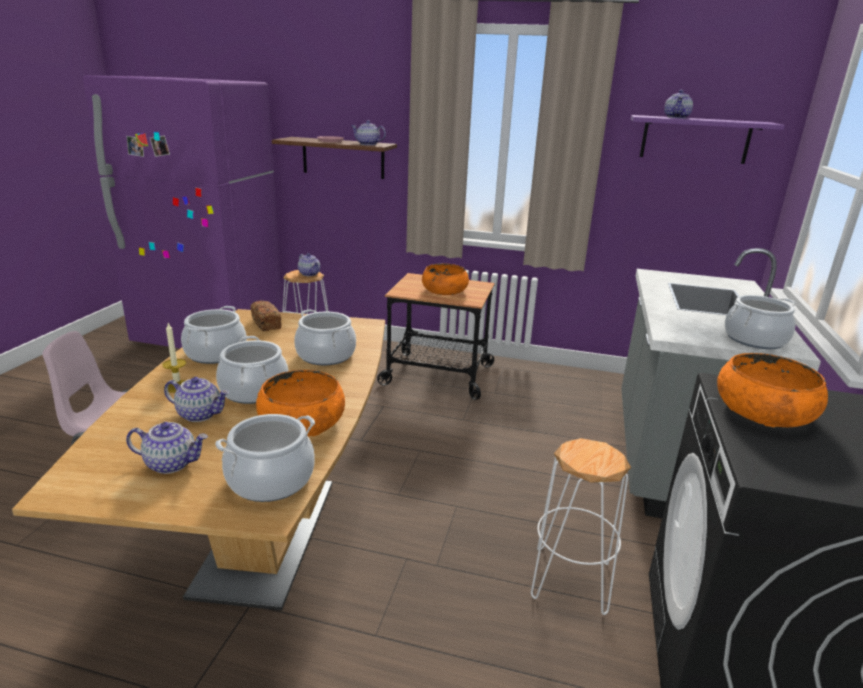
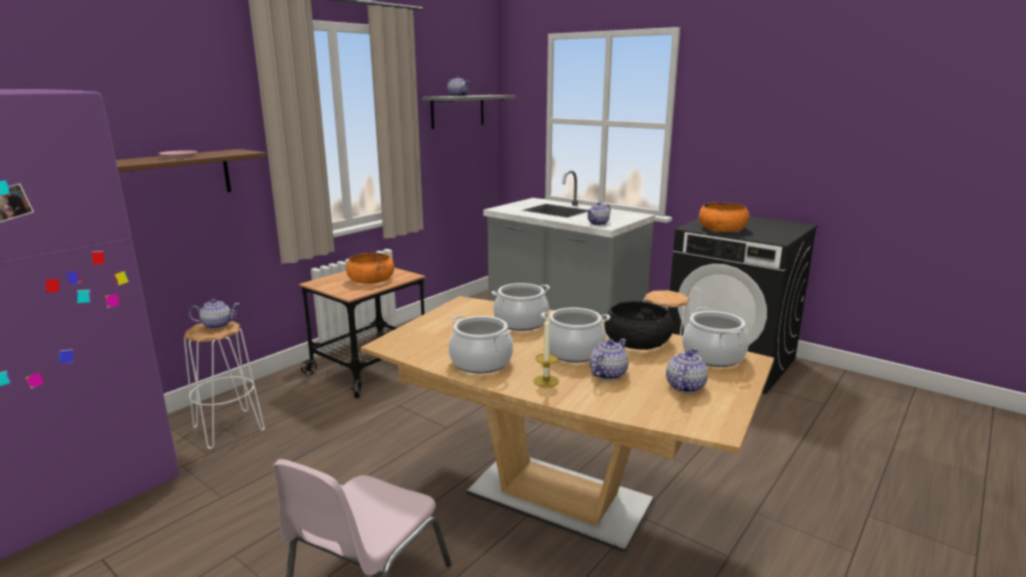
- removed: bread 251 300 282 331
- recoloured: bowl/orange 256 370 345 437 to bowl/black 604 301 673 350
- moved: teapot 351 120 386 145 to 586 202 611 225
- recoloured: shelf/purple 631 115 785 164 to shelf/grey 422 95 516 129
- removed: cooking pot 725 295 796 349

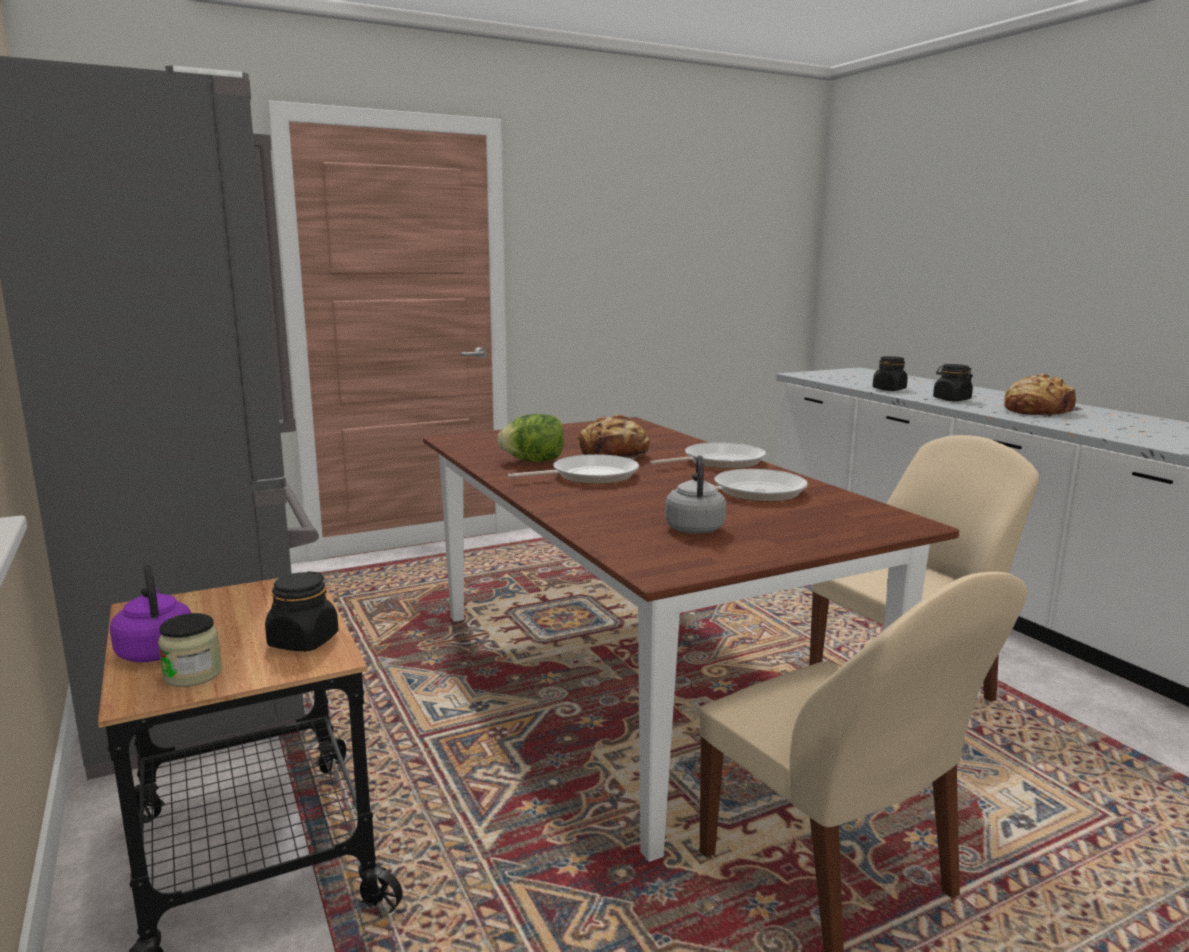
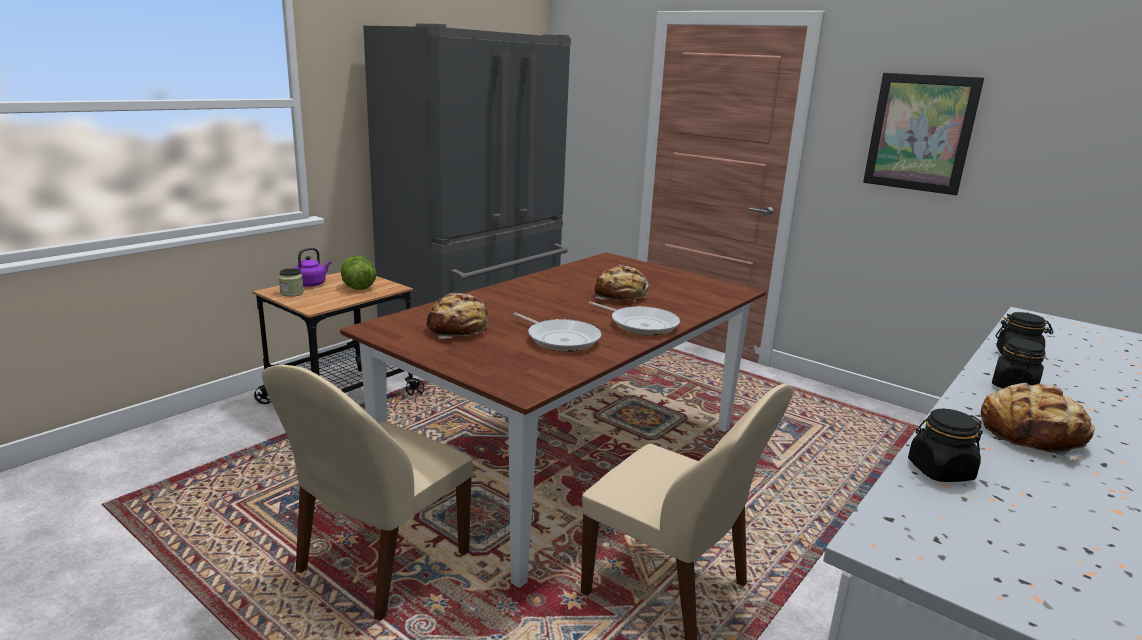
- moved: jar/black 265 571 339 651 to 908 409 983 482
- moved: lettuce 497 414 564 462 to 341 256 377 290
- removed: frying pan 508 454 639 484
- replaced: kettle/grey 665 455 726 534 to bread 427 292 488 339
- added: picture 863 73 984 195

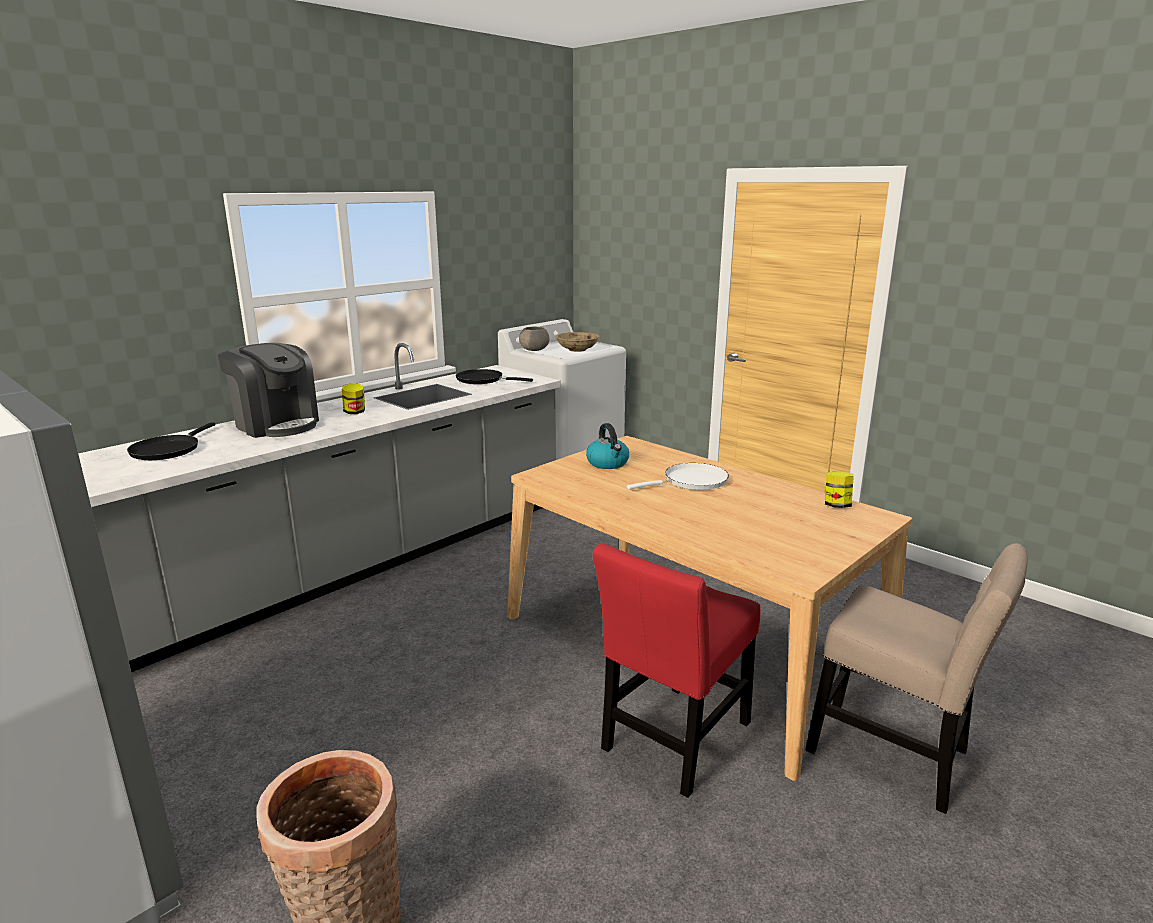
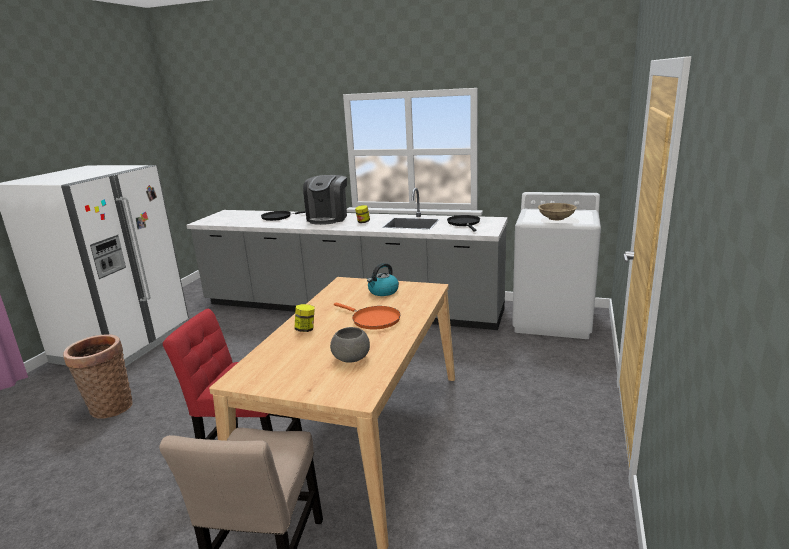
- moved: bowl/grey 519 327 549 351 to 330 327 370 362
- recoloured: frying pan/white 627 463 729 490 to frying pan/orange 334 303 401 330
- moved: jar 825 472 854 508 to 294 304 315 332

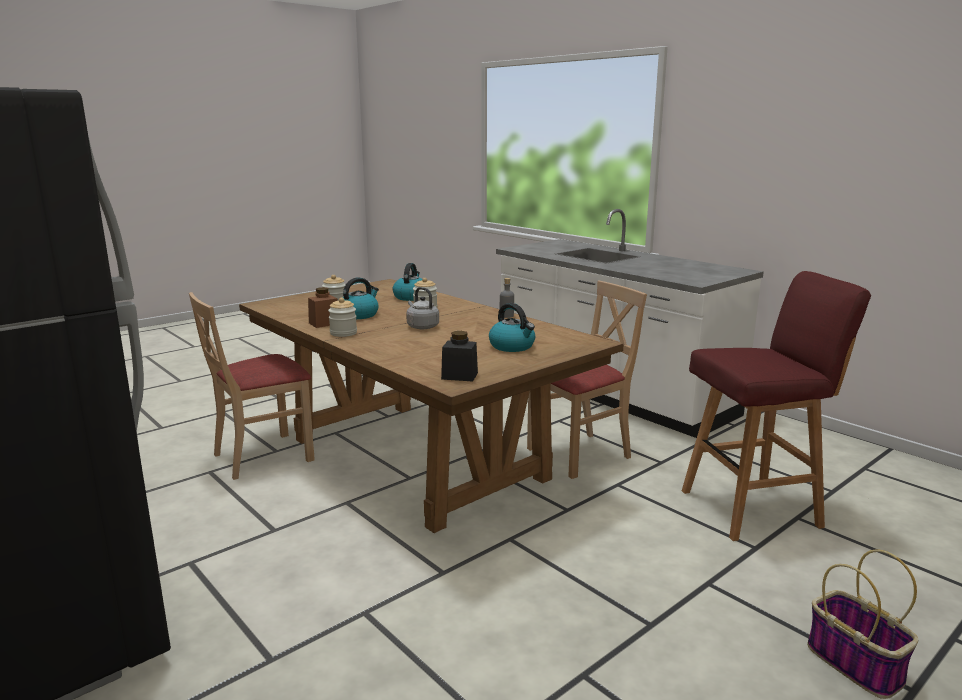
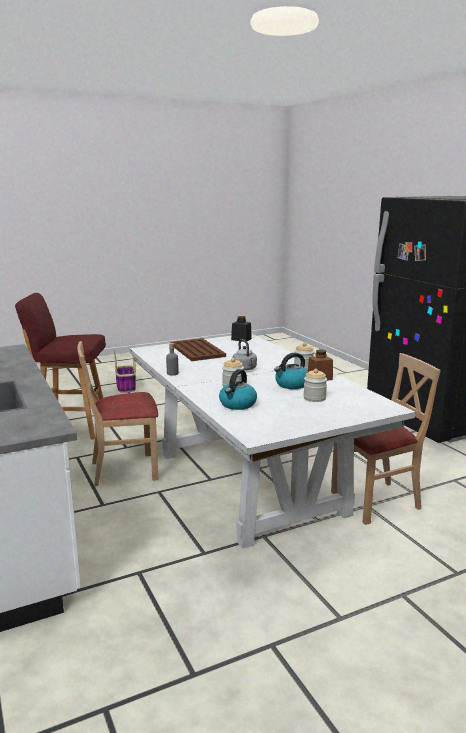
- recoloured: dining table/brown 239 279 624 533 to dining table/white 129 333 415 549
- replaced: kettle 489 303 535 352 to tray/brown 171 338 226 361

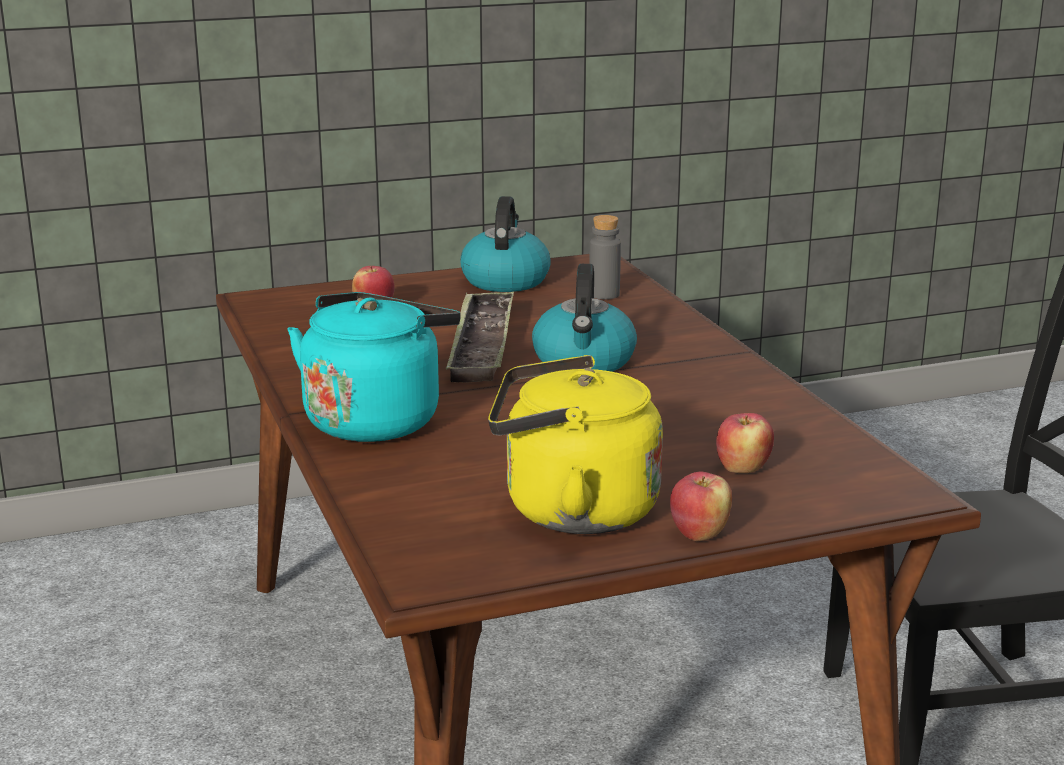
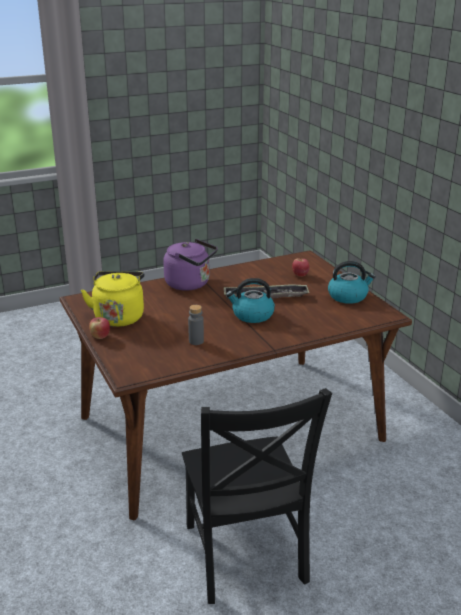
- recoloured: kettle/turquoise 287 292 461 442 to kettle/purple 163 239 218 290
- moved: bottle/grey 589 215 621 299 to 188 305 204 345
- removed: apple 716 413 774 473

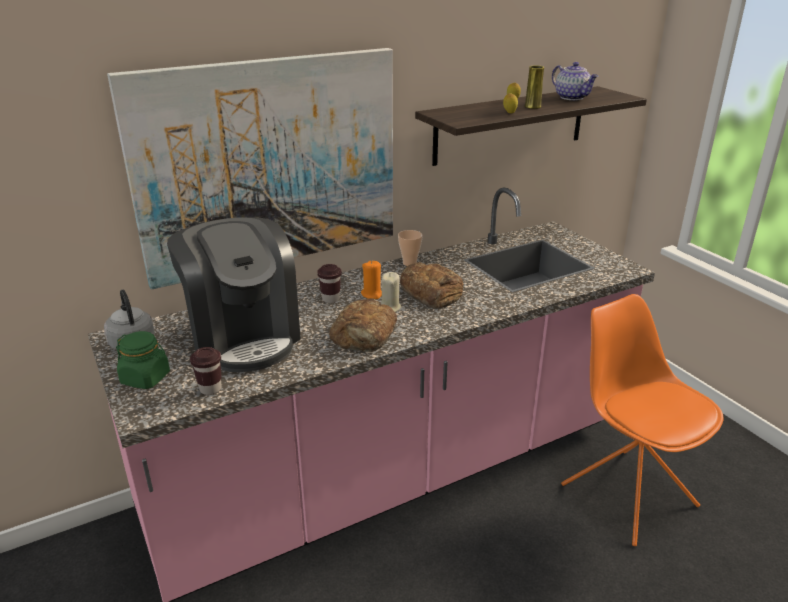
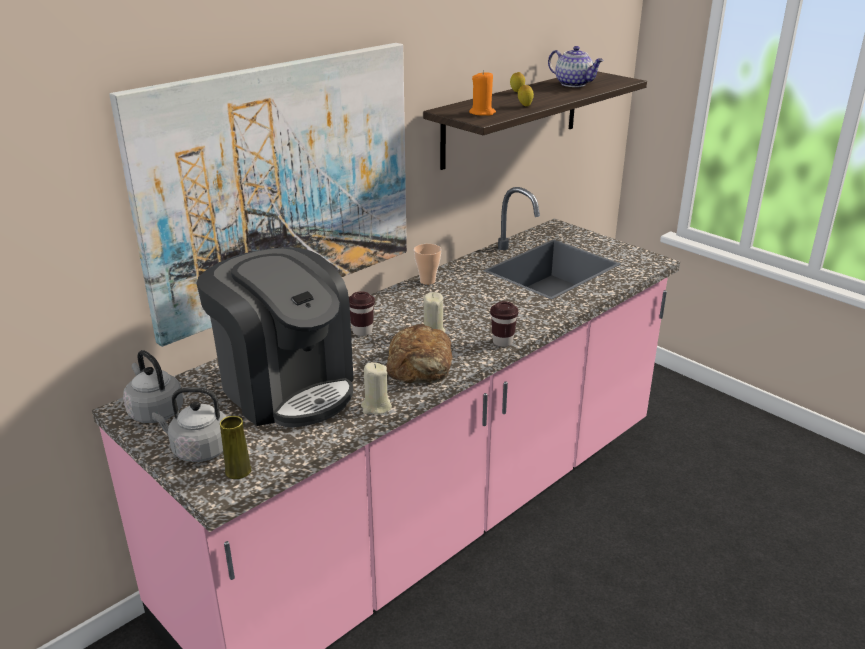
- replaced: jar/green 116 331 170 389 to kettle/grey 152 387 226 462
- moved: cup/brown 190 347 221 395 to 490 301 519 347
- moved: candle/orange 361 261 382 299 to 469 70 496 116
- removed: bread 400 262 463 309
- moved: vase/yellow 525 66 544 109 to 220 416 251 479
- removed: chair/orange 561 294 724 546
- added: candle/beige 361 362 392 415

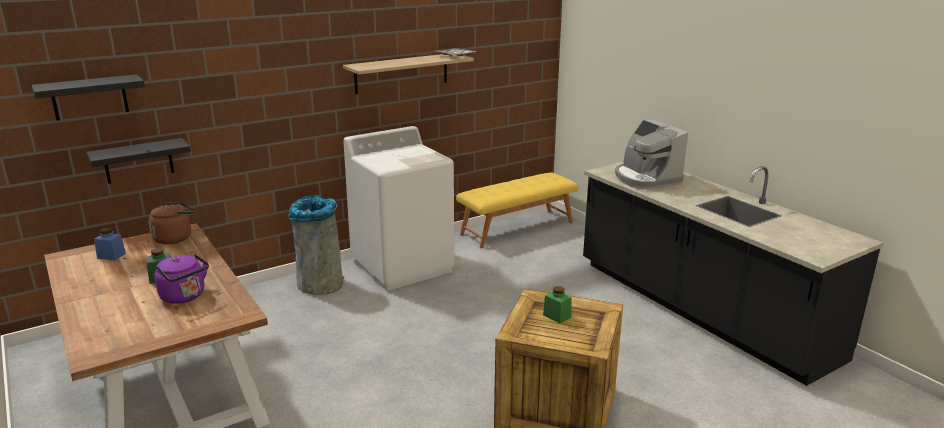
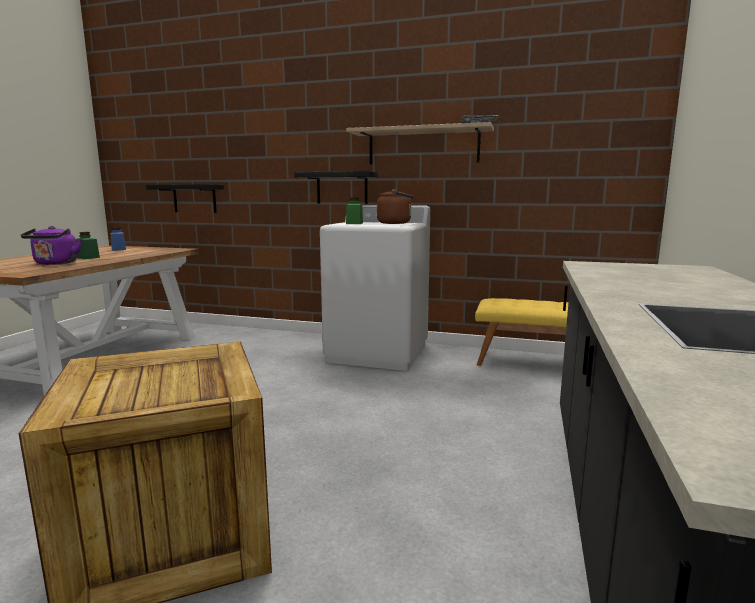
- moved: shelf/black 32 74 145 121 to 294 171 378 204
- moved: kettle/brown 149 202 195 244 to 377 189 414 224
- removed: trash can/grey 288 195 344 295
- moved: jar/green 543 286 572 324 to 346 198 363 224
- removed: coffee machine 615 120 688 189

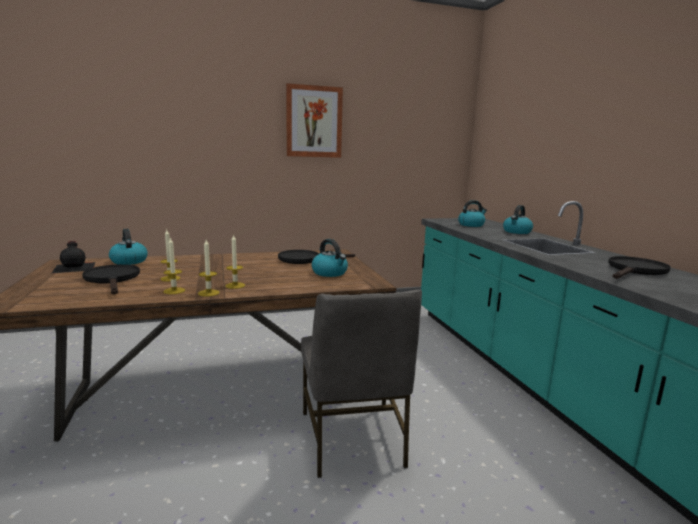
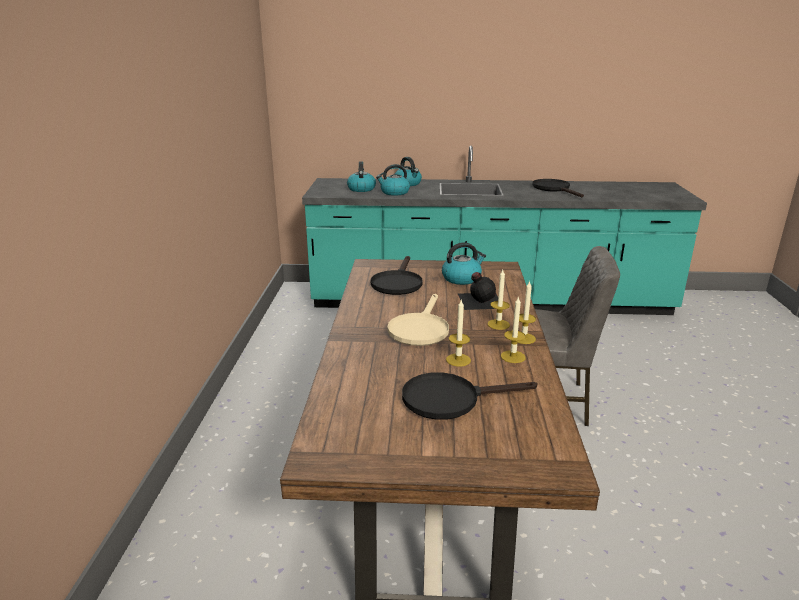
- moved: bottle/black 52 241 96 273 to 458 272 498 310
- moved: kettle 109 229 148 265 to 376 164 410 196
- removed: picture 286 83 343 158
- added: frying pan/beige 388 294 449 346

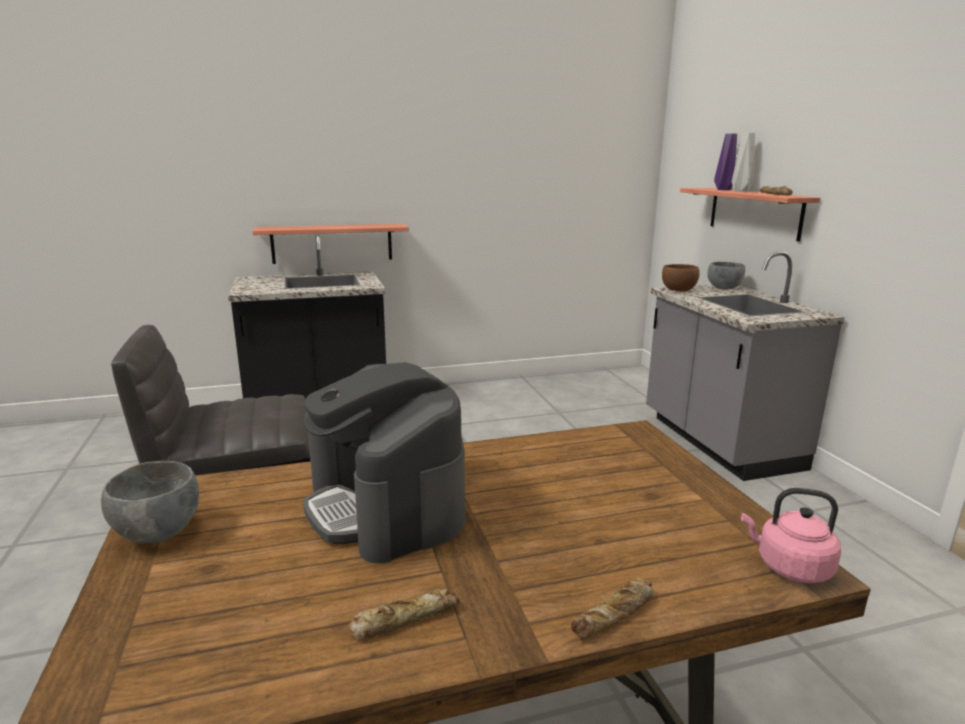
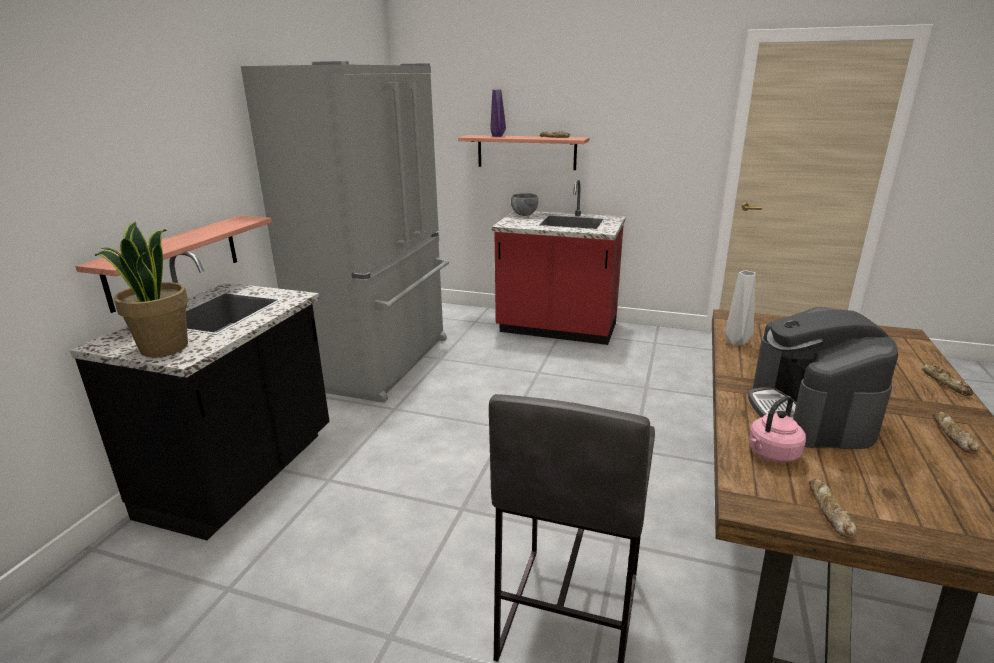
- replaced: bowl/grey 101 461 199 543 to bread 809 479 857 538
- turned: coffee machine 303 362 465 564 = 748 307 898 449 90 degrees clockwise
- recoloured: counter/grey 646 251 845 481 to counter/red 492 179 626 345
- removed: bowl/brown 662 264 700 292
- moved: vase/grey 732 133 755 192 to 725 271 755 345
- moved: kettle/pink 741 488 841 583 to 748 396 806 463
- added: potted plant 95 221 188 357
- added: fridge/grey 241 61 449 403

